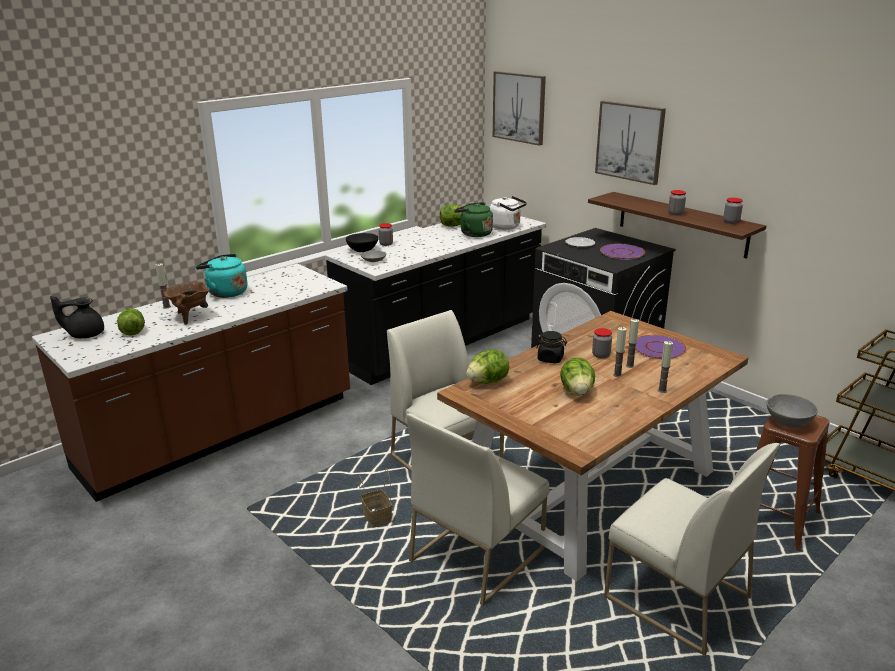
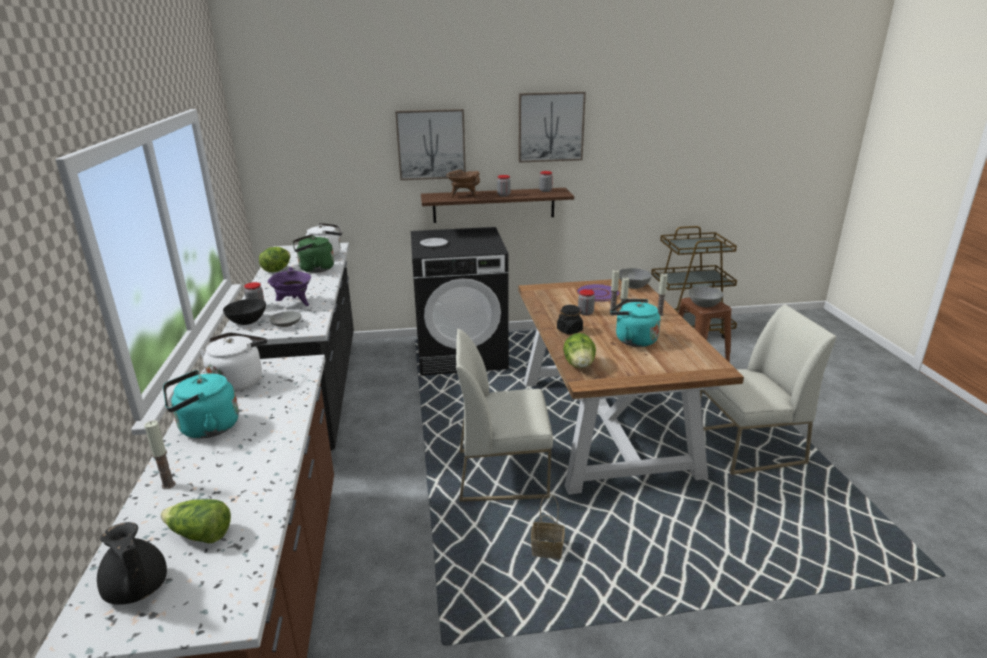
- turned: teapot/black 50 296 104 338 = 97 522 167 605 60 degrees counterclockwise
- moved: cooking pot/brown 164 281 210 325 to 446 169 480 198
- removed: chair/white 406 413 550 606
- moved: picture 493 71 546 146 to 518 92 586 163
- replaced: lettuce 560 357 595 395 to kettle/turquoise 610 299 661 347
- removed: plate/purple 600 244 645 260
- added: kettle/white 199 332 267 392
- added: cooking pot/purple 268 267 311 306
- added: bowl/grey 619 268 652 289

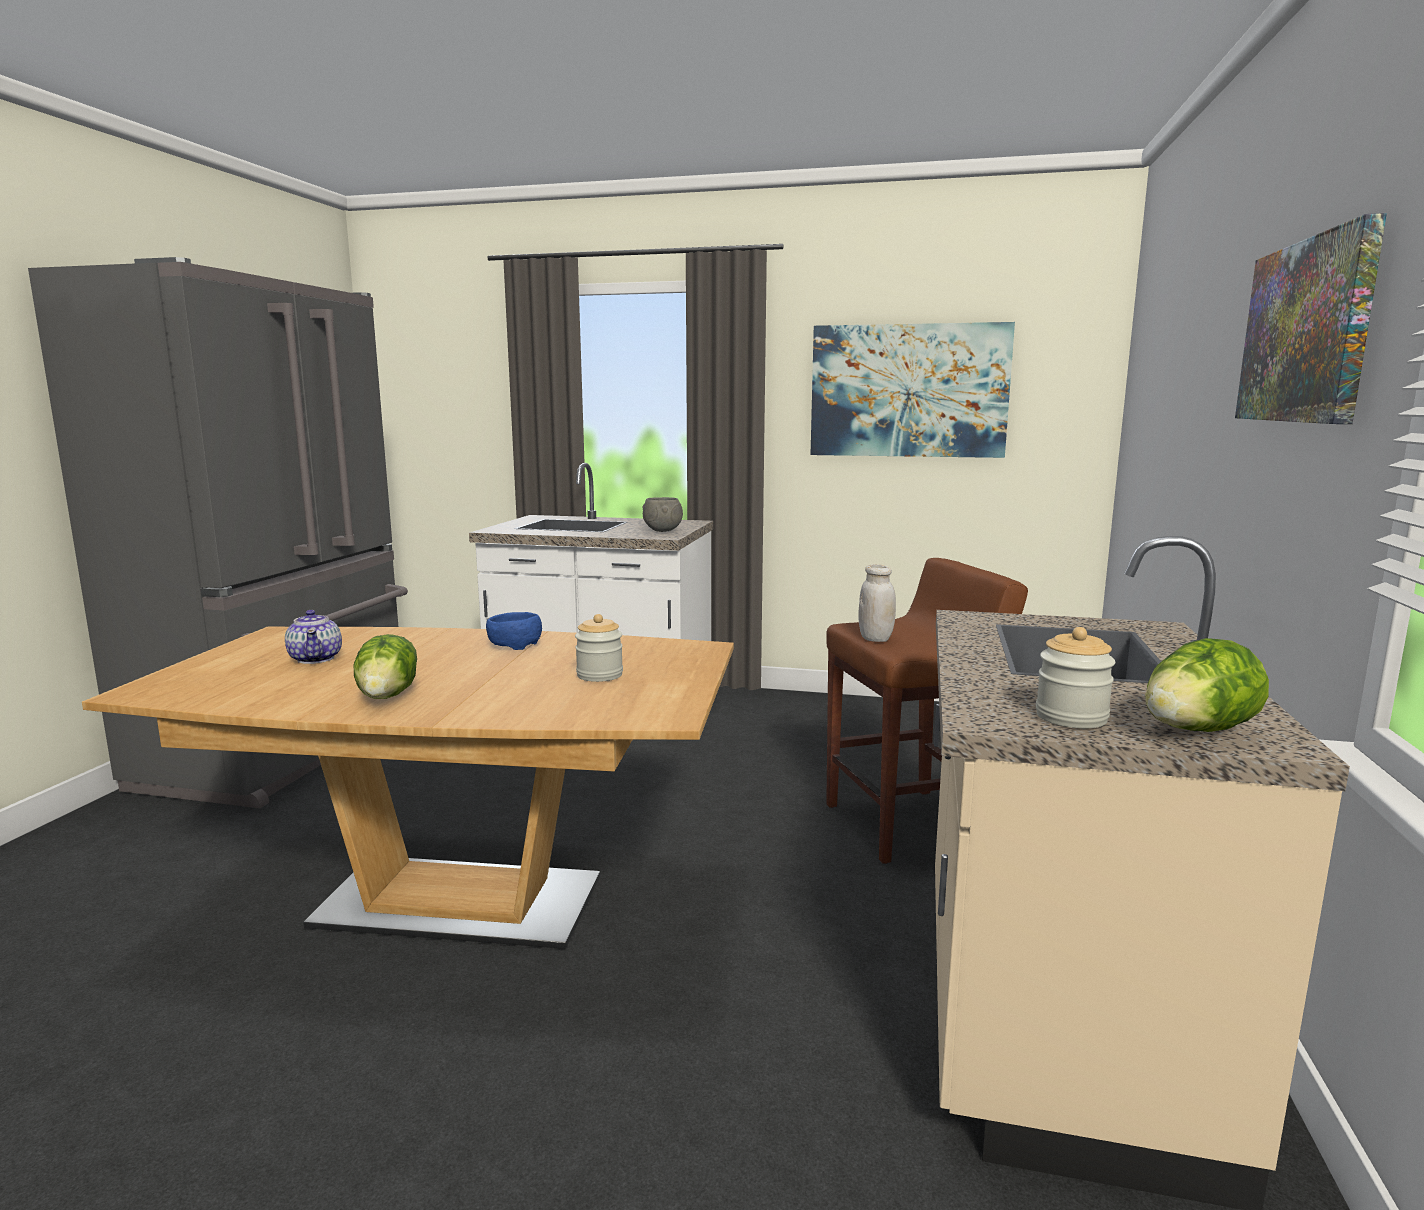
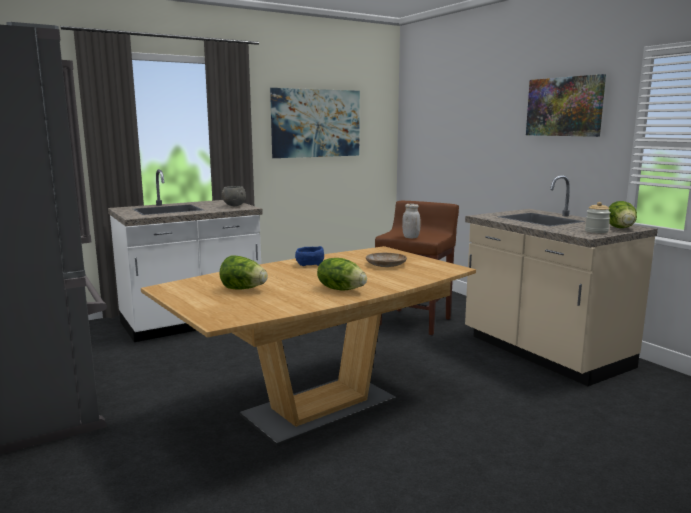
- replaced: teapot 285 610 342 664 to lettuce 219 256 268 290
- replaced: jar 575 614 623 682 to plate/beige 366 253 407 267

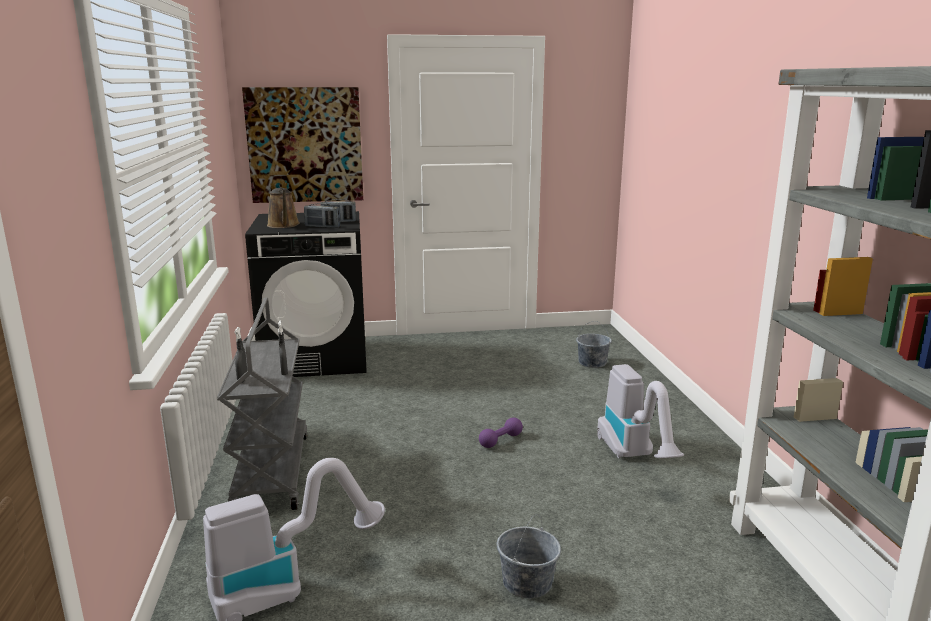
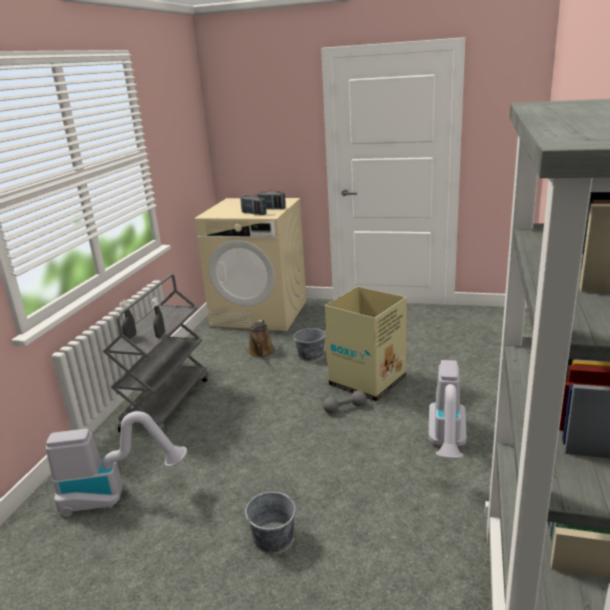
- removed: picture 242 87 363 203
- recoloured: washing machine/black 245 211 367 377 to washing machine/beige 195 198 307 331
- moved: watering can/brown 267 188 300 228 to 248 319 275 358
- recoloured: dumbbell/purple 479 418 523 448 to dumbbell/grey 323 390 367 413
- moved: bucket/grey 576 321 612 368 to 293 321 325 361
- added: cardboard box 325 287 406 401

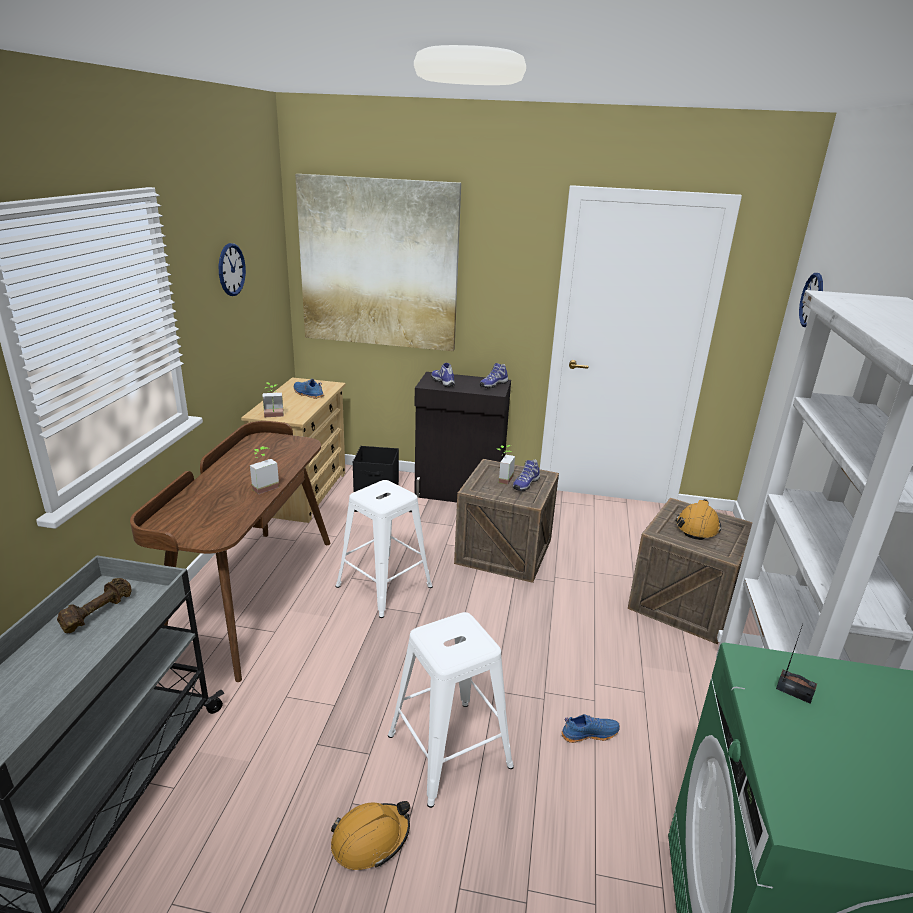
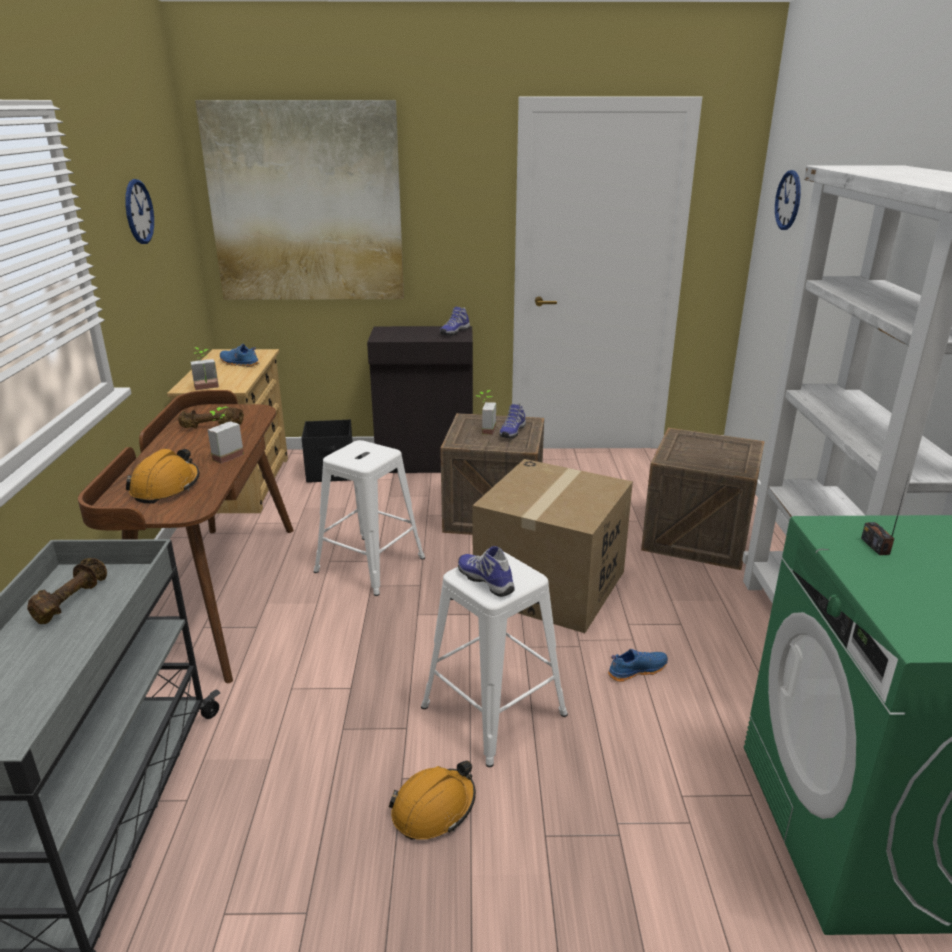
- moved: shoe 431 363 455 387 to 458 546 515 597
- moved: hard hat/orange 676 499 721 540 to 126 449 200 504
- turned: radio 776 624 817 704 = 861 475 909 555 120 degrees counterclockwise
- added: dumbbell/brown 178 408 244 429
- added: cardboard box 473 459 633 633

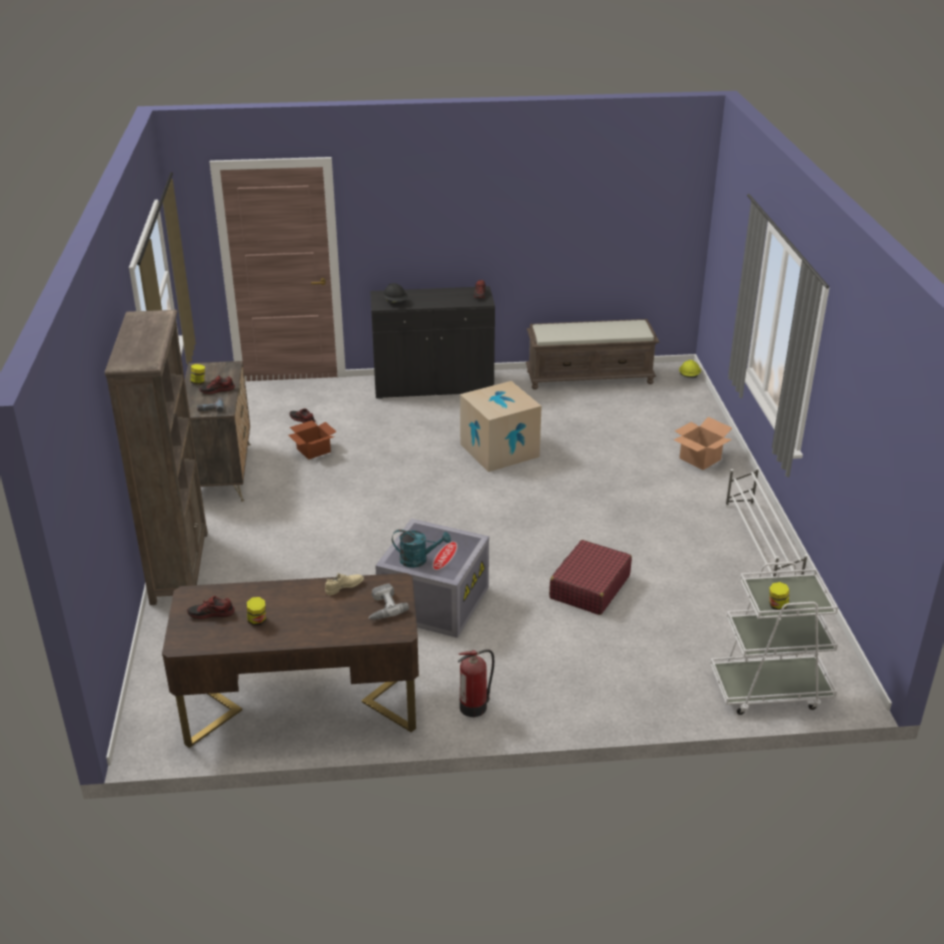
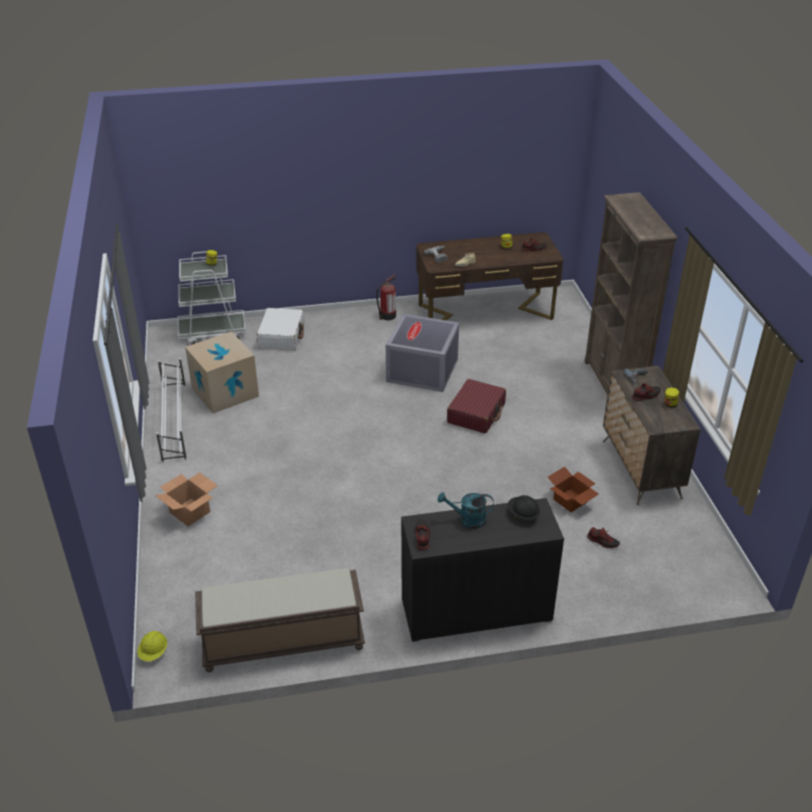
- moved: watering can/turquoise 392 529 451 568 to 437 492 494 529
- moved: cardboard box 460 381 542 472 to 185 331 259 413
- moved: suitcase/red 549 540 632 615 to 447 379 506 433
- added: suitcase/white 257 308 304 350

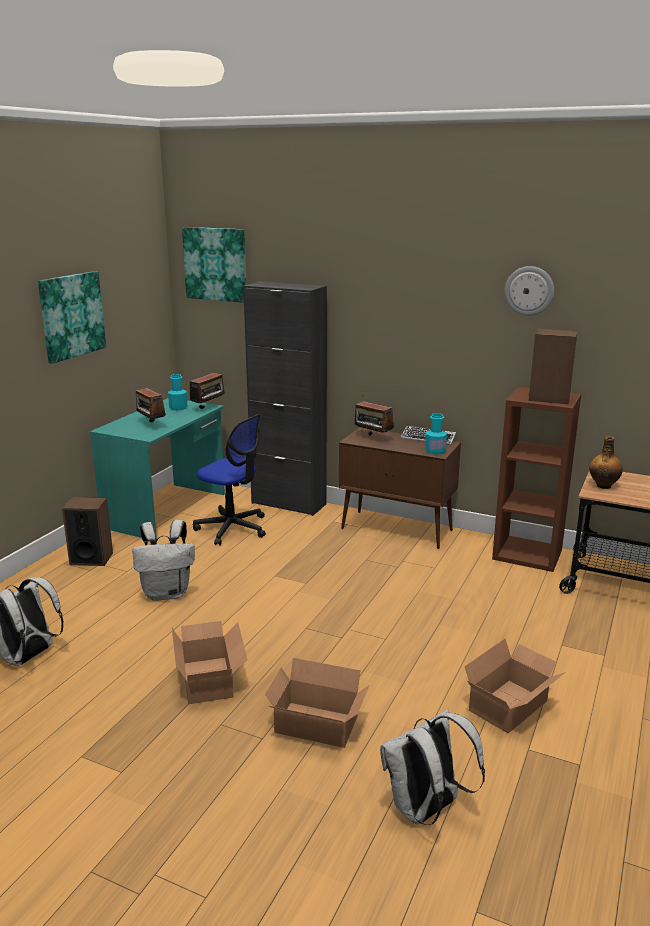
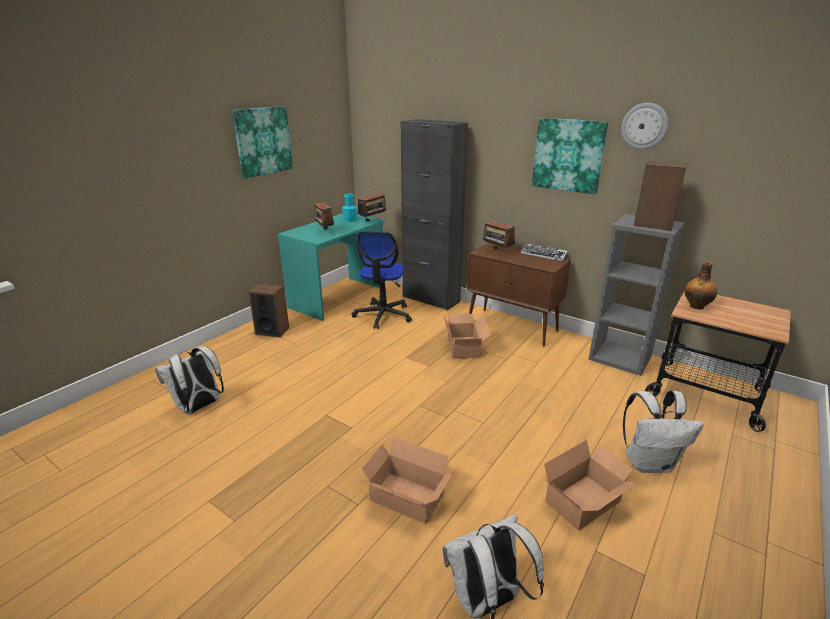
- moved: backpack/white 132 520 195 601 to 623 391 704 473
- moved: cardboard box 172 621 248 704 to 443 314 492 359
- moved: picture 182 227 246 303 to 532 118 608 194
- turned: office chair 193 414 266 546 = 352 231 412 329 60 degrees clockwise
- removed: bottle/turquoise 425 413 447 455
- recoloured: bookcase/brown 492 387 581 572 to bookcase/grey 588 214 684 376

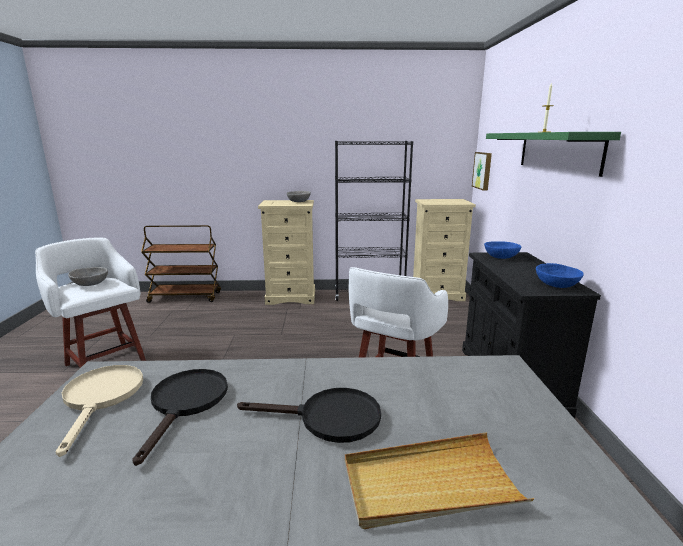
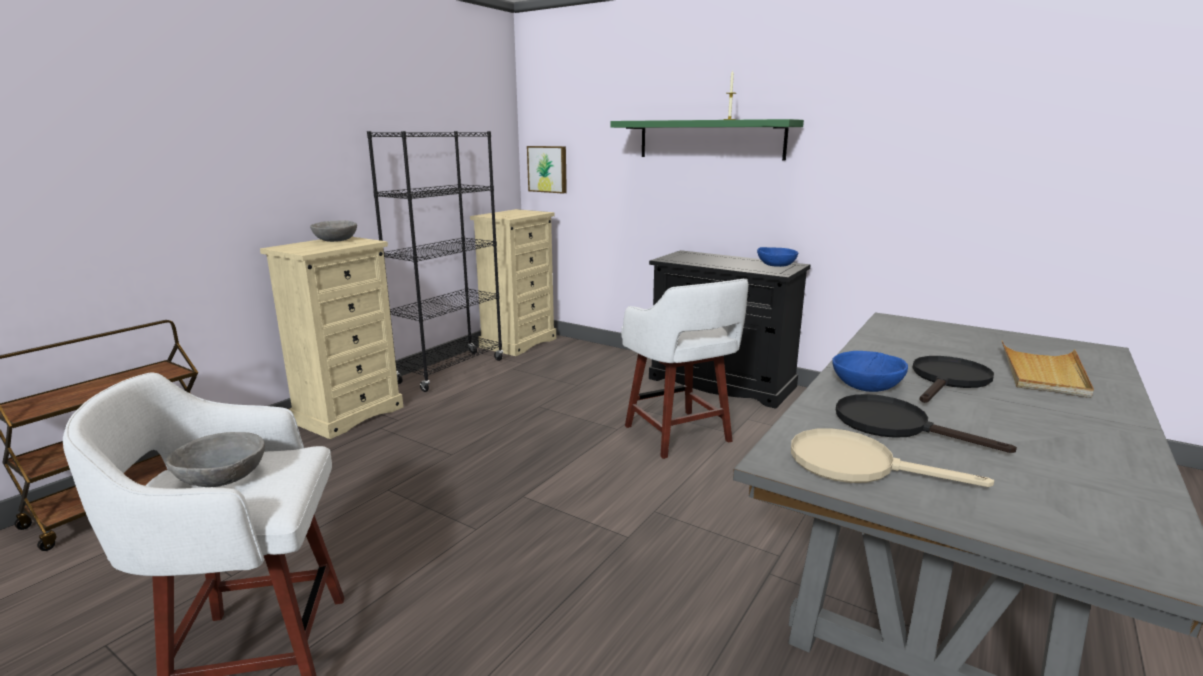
- moved: bowl/blue 484 241 521 259 to 832 351 908 392

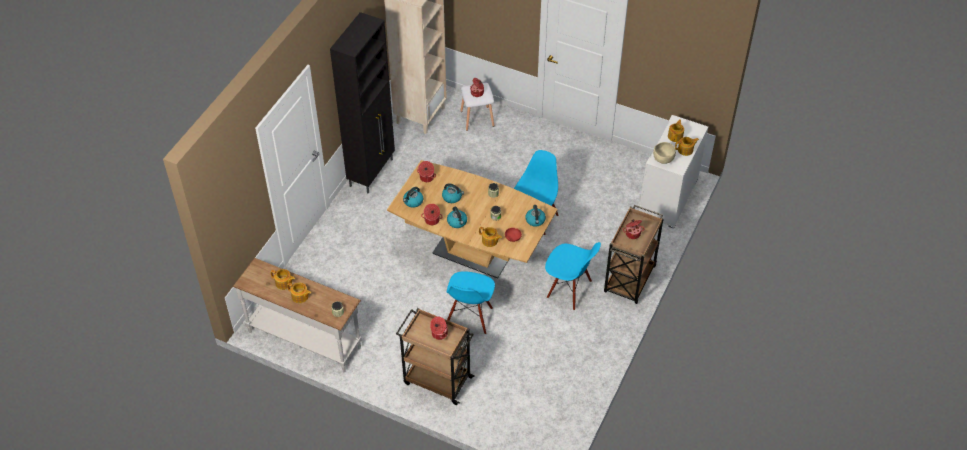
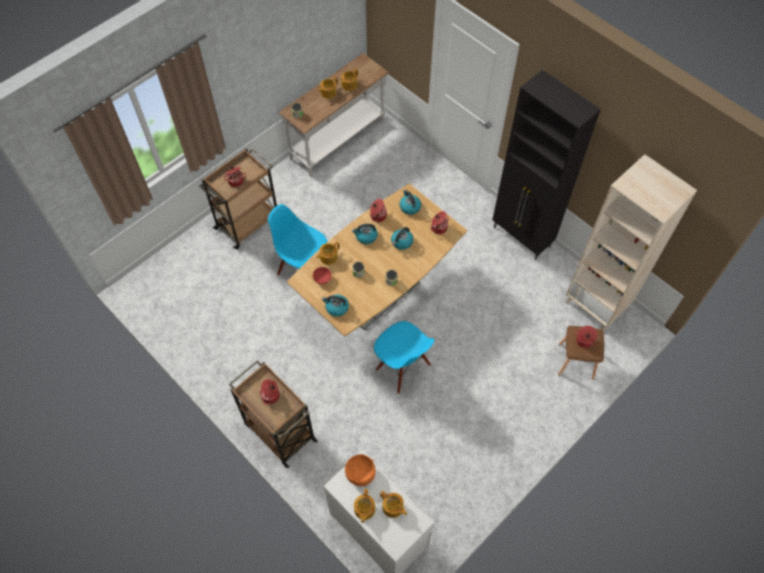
- recoloured: stool/white 460 83 494 131 to stool/brown 558 326 604 380
- removed: chair/blue 545 242 601 310
- recoloured: bowl/beige 653 142 676 164 to bowl/orange 345 454 376 486

